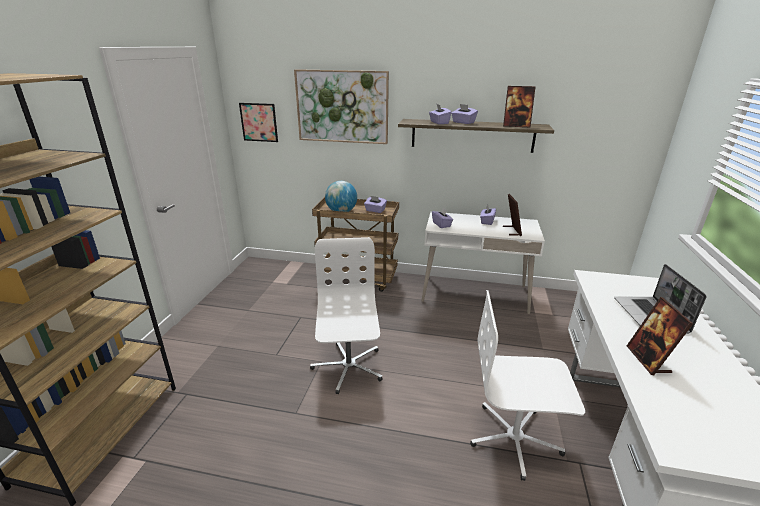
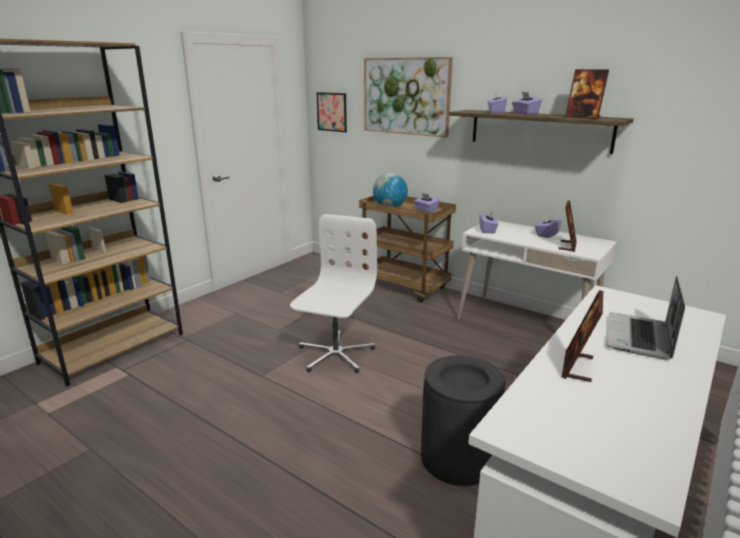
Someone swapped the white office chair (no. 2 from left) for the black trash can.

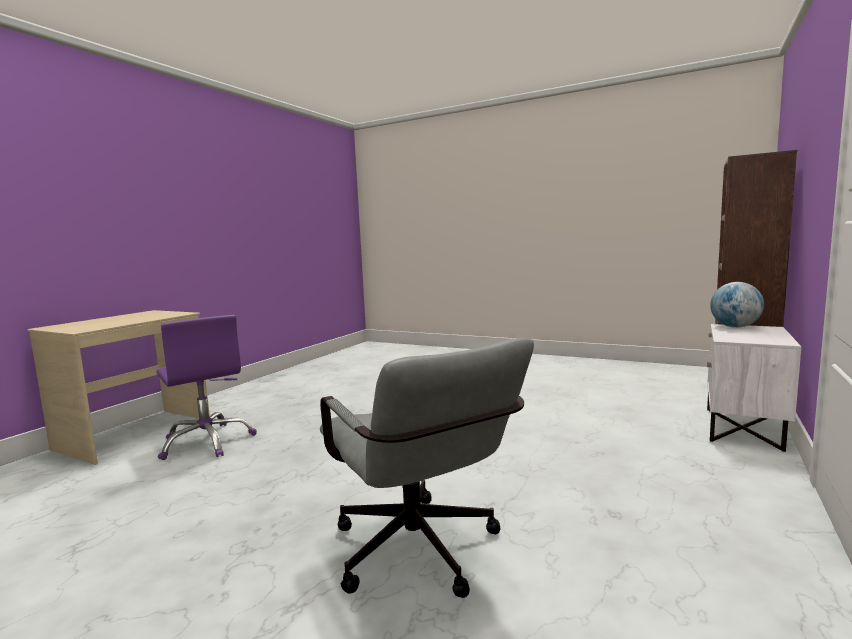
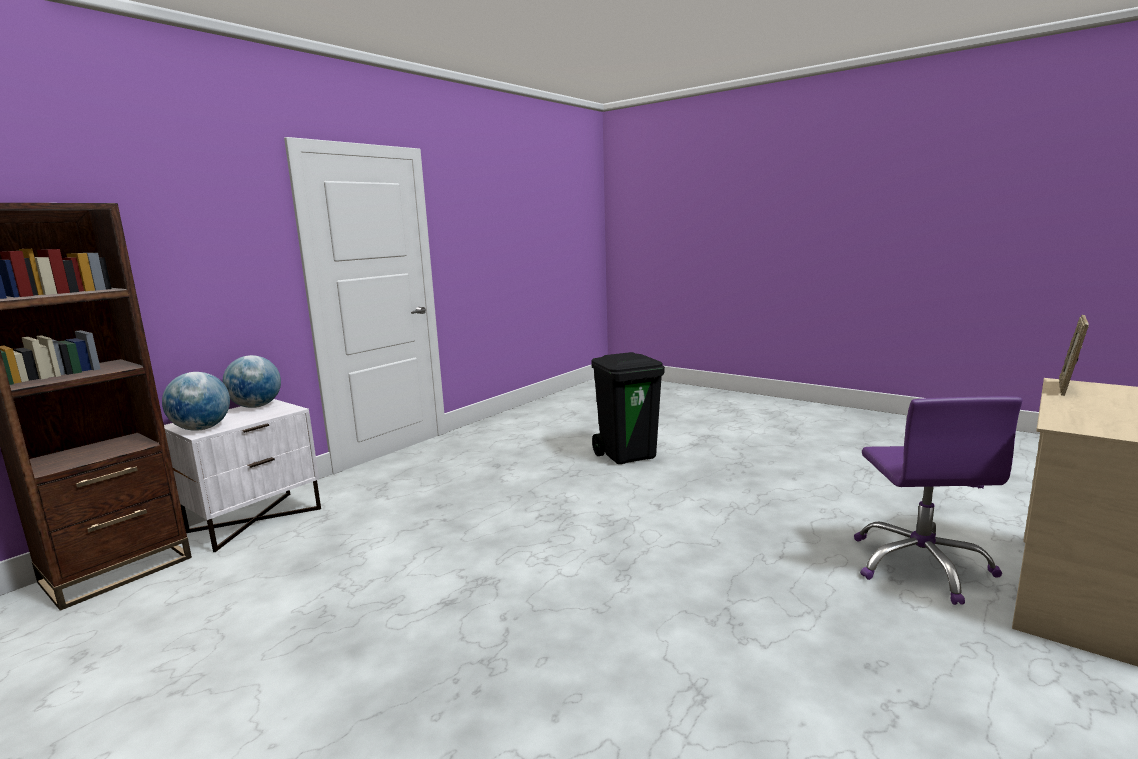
Someone rotated the purple office chair by 150 degrees counterclockwise.
Someone swapped the grey office chair for the black trash can.
Someone put down the globe (no. 2 from left).
Someone put down the picture frame.

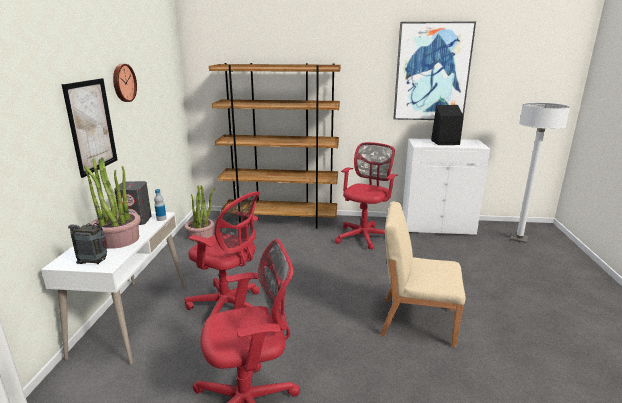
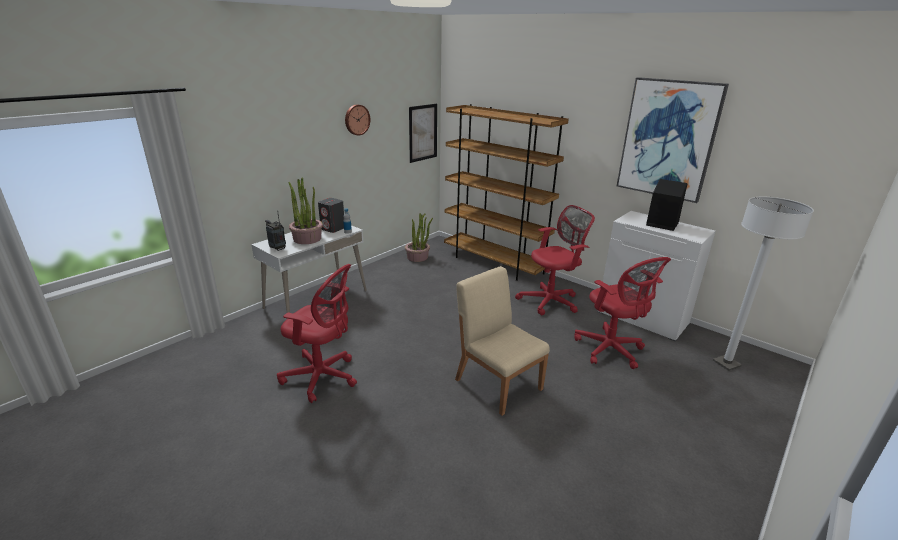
Someone carried the picture (no. 1 from left).
Someone carried the red office chair (no. 1 from left in the first image).

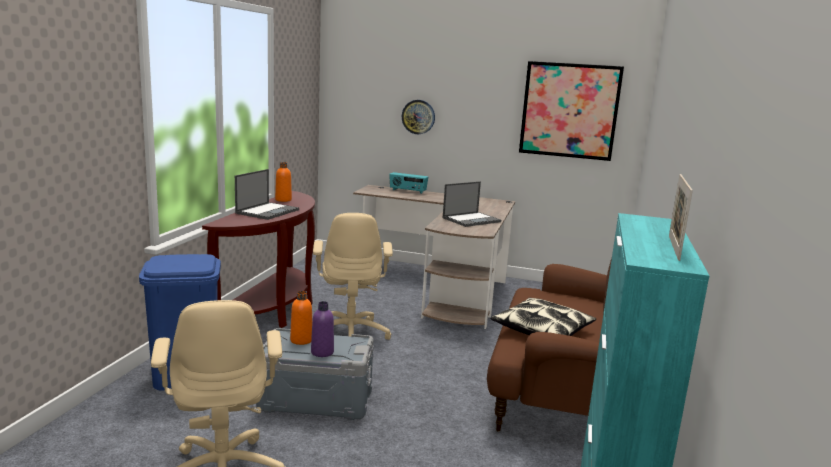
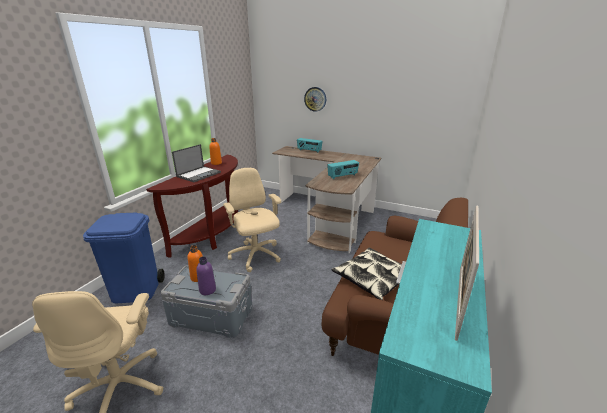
Someone rotated the beige office chair (no. 2 from left) by 150 degrees clockwise.
Someone swapped the laptop (no. 2 from left) for the radio (no. 2 from left).
Someone took away the picture.

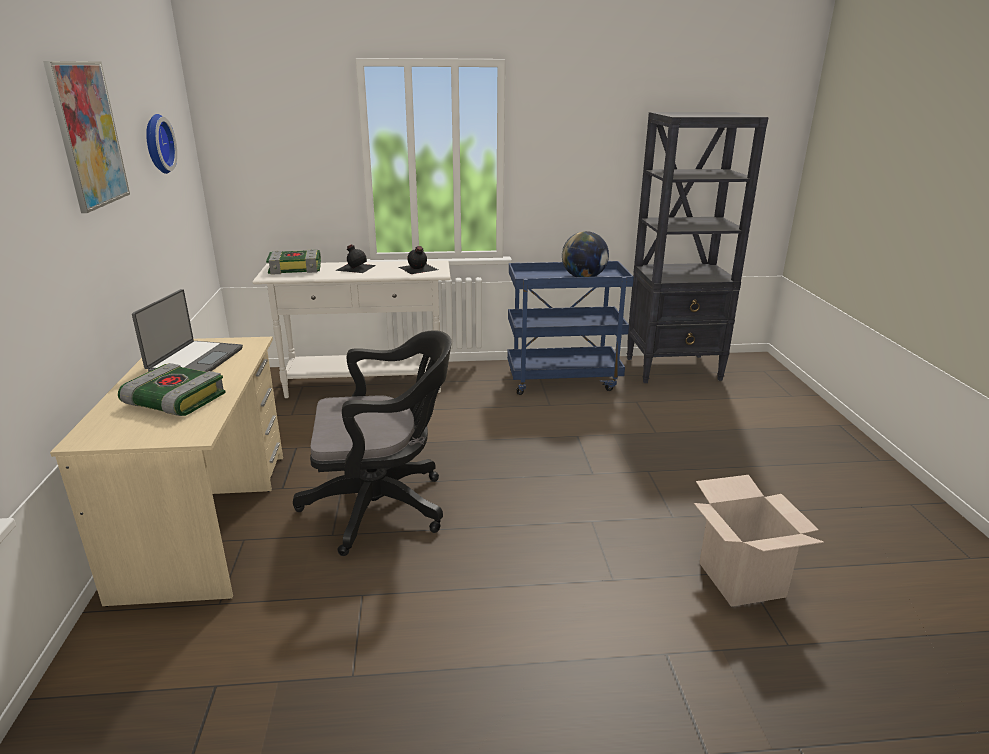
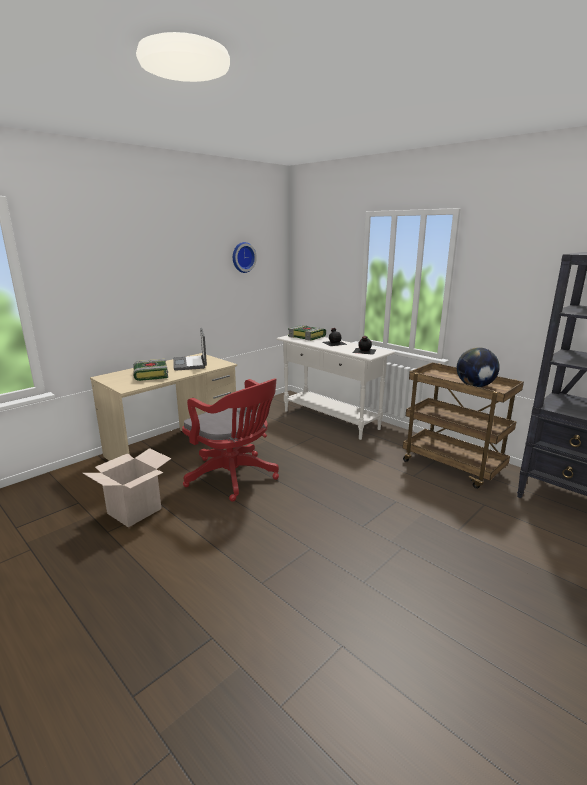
Someone took away the picture.
Someone rotated the laptop by 105 degrees clockwise.
Someone repainted the black office chair, which became the red office chair.
Someone repainted the blue cart, which became the brown cart.
Someone carried the cardboard box.

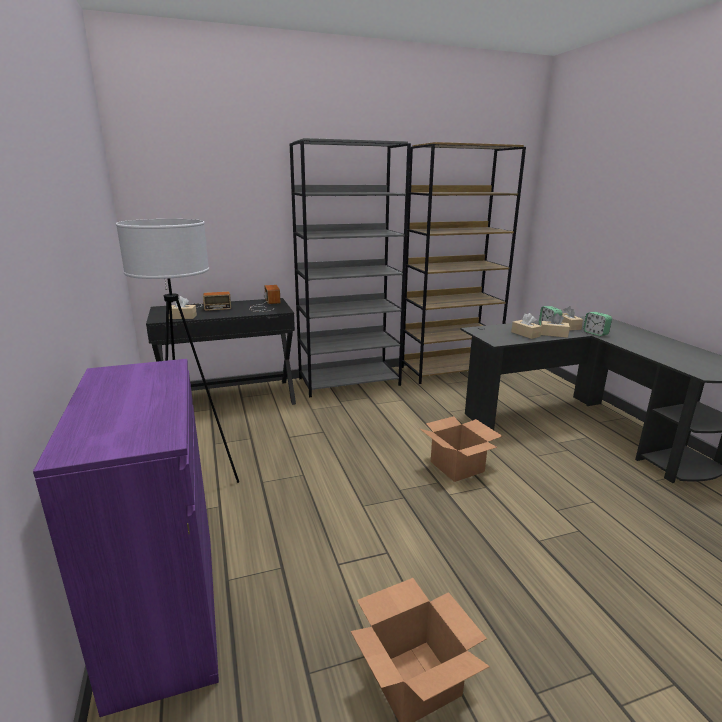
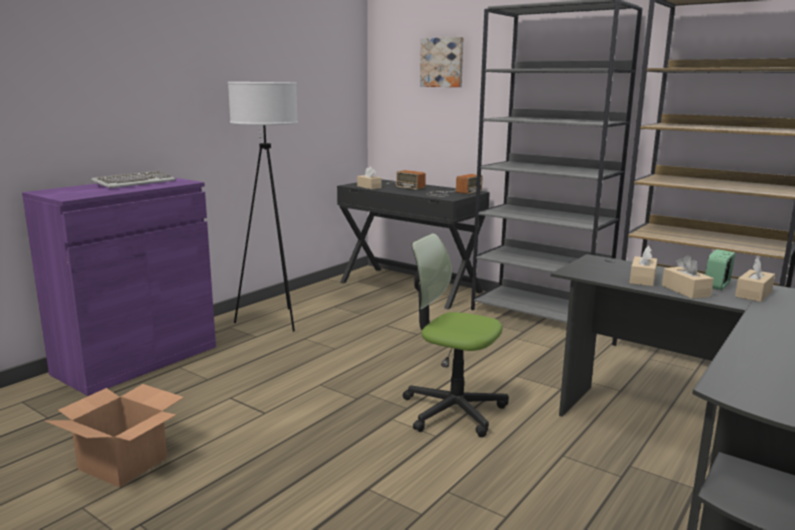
Someone swapped the cardboard box (no. 2 from left) for the office chair.
Someone took away the alarm clock (no. 2 from left).
Someone put down the keyboard.
Someone put up the picture.

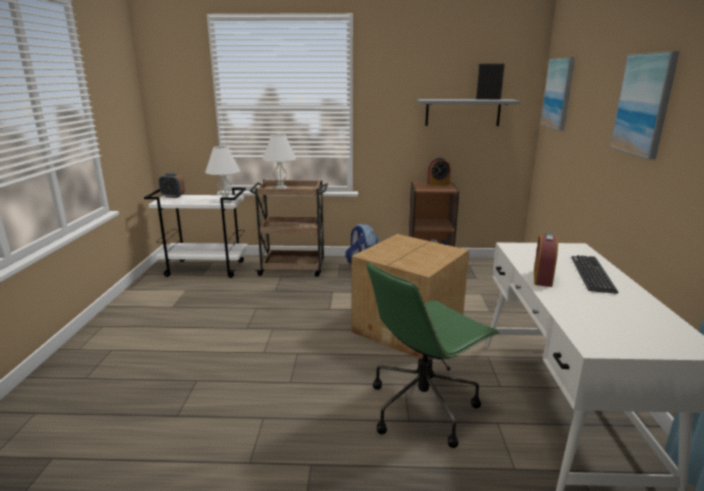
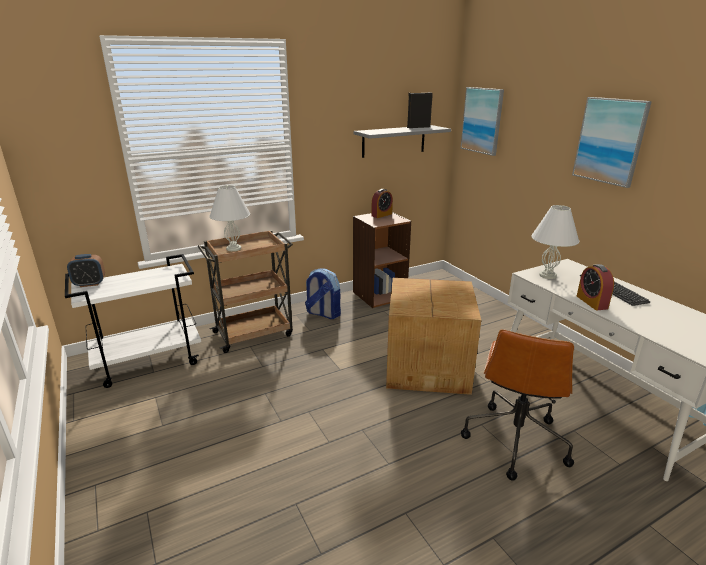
Someone carried the white table lamp (no. 1 from left in the first image).
Someone repainted the green office chair, which became the brown office chair.

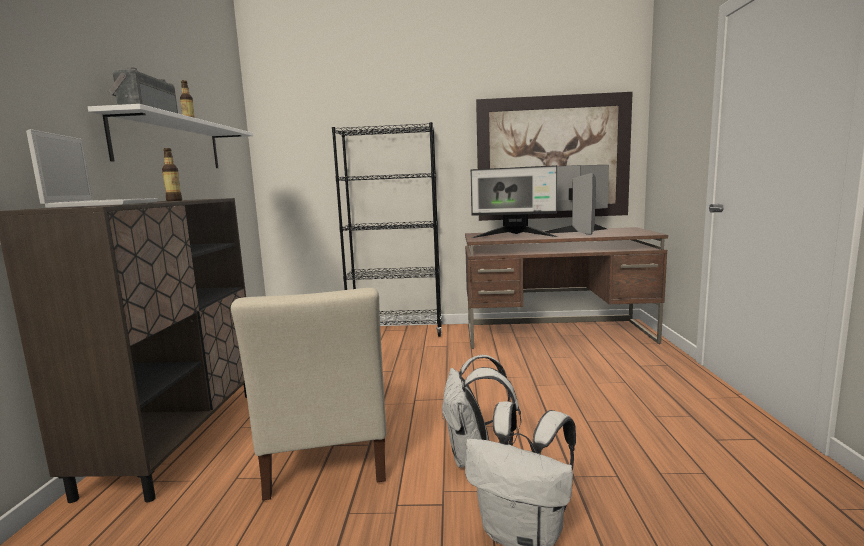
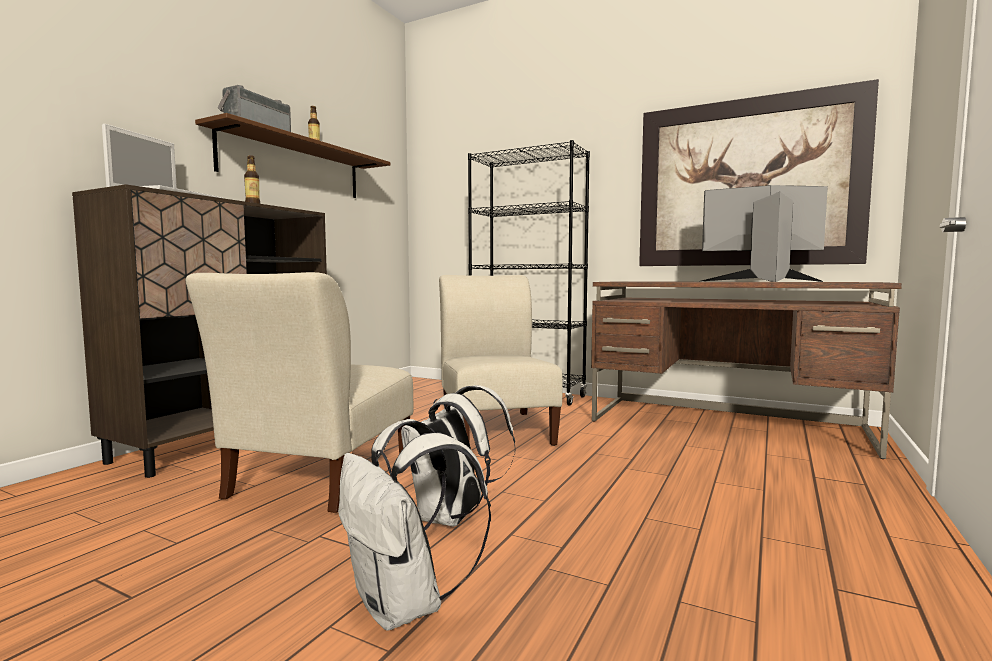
Someone repainted the white shelf, which became the brown shelf.
Someone took away the monitor (no. 1 from left).
Someone put down the beige chair (no. 2 from left).

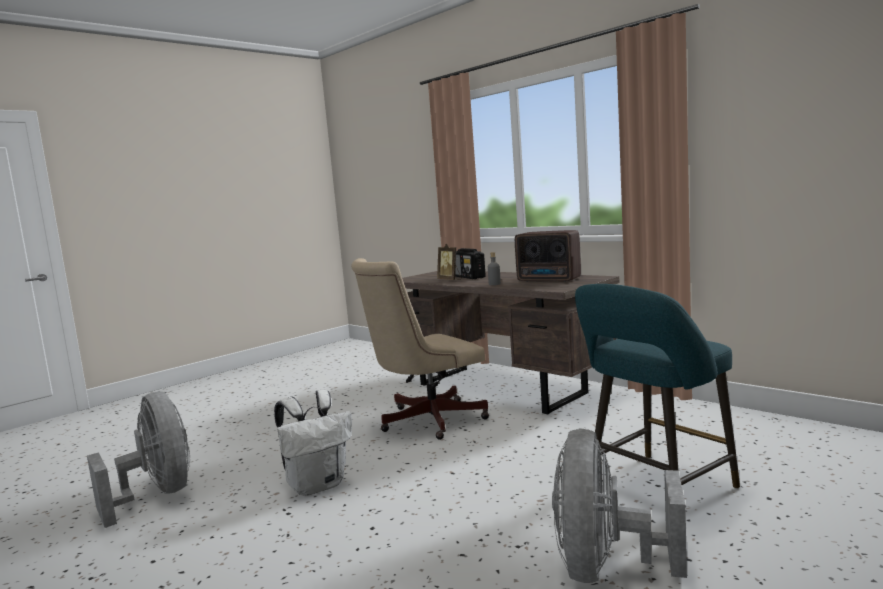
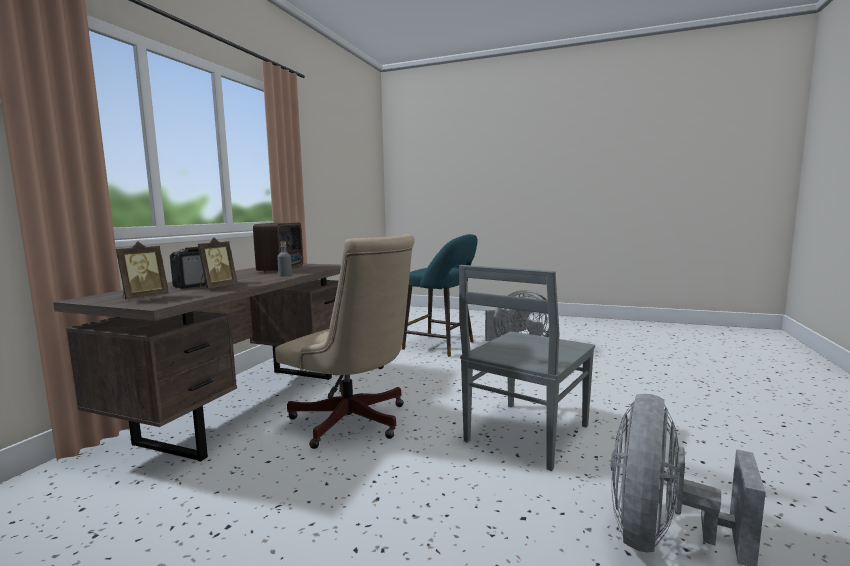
Someone swapped the white backpack for the grey chair.
Someone put down the picture frame (no. 1 from left).

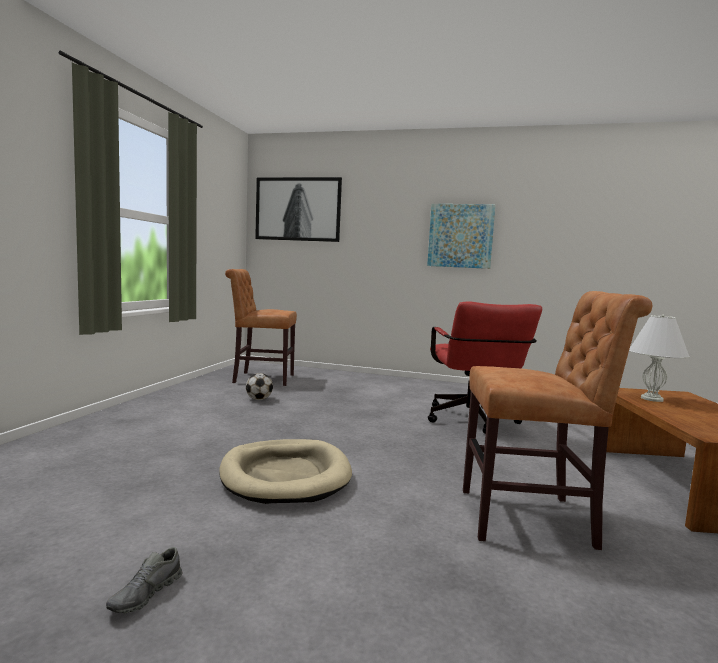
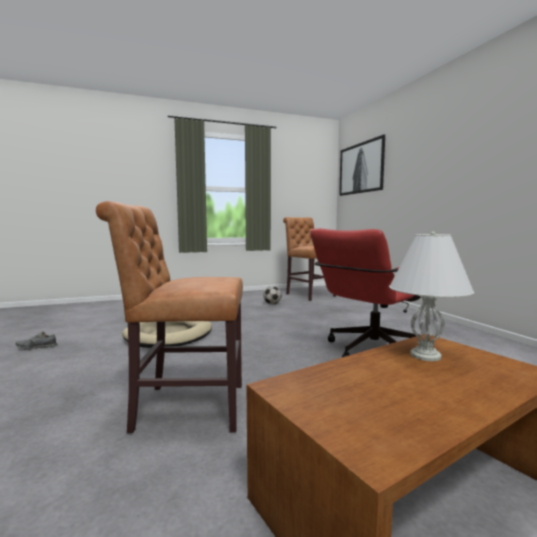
Someone took away the picture (no. 2 from left).
Someone rotated the brown chair (no. 2 from left in the first image) by 120 degrees clockwise.

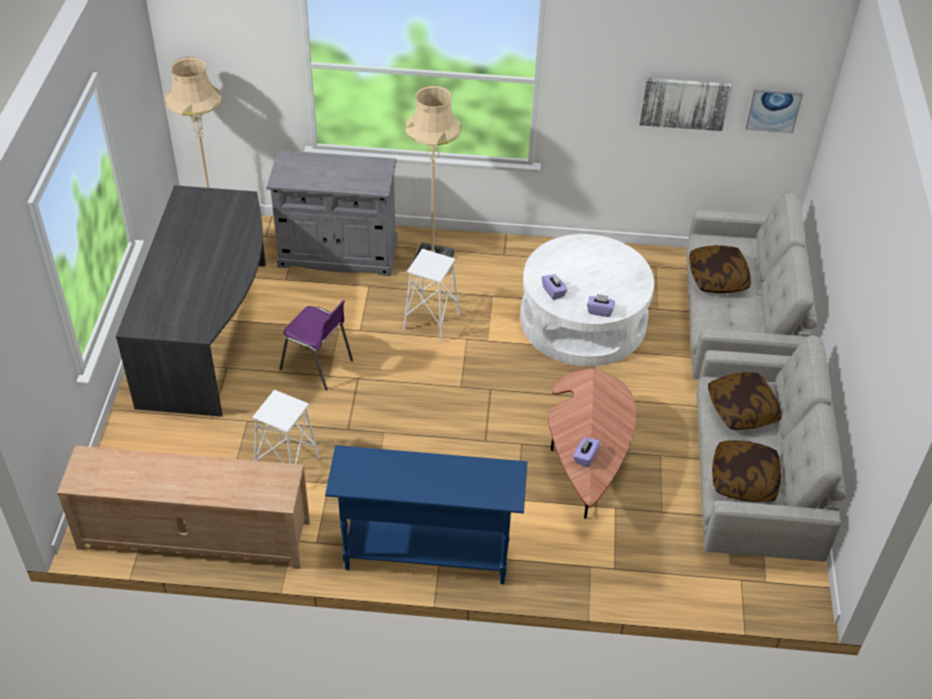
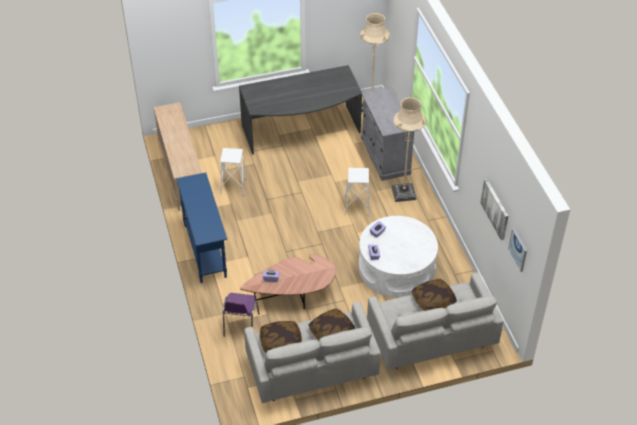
Someone carried the purple chair.

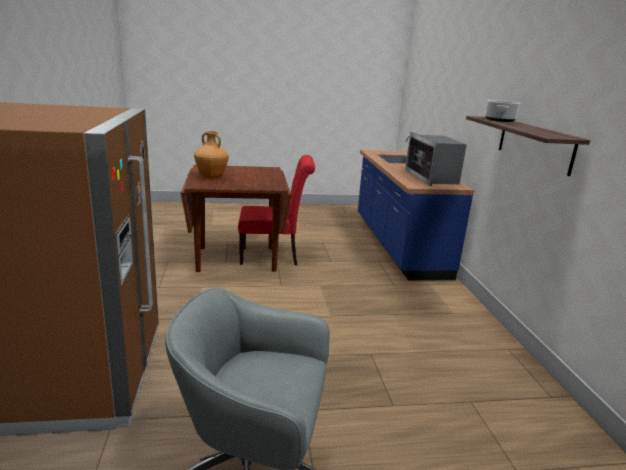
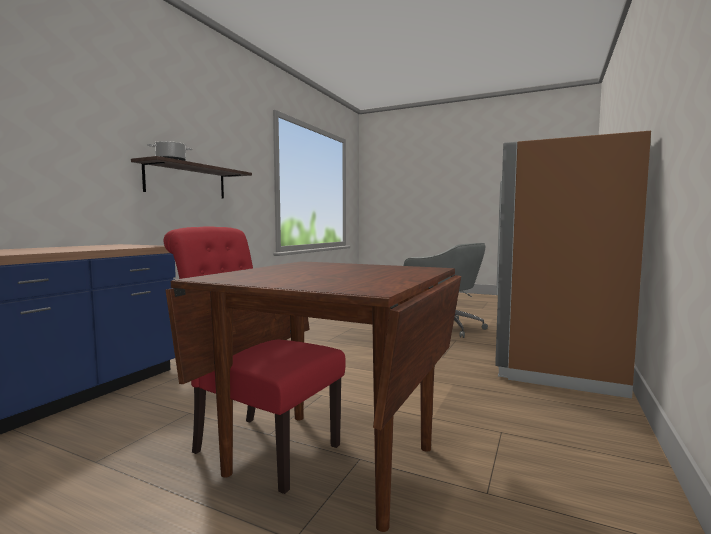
Someone took away the brown vase.
Someone took away the microwave.

